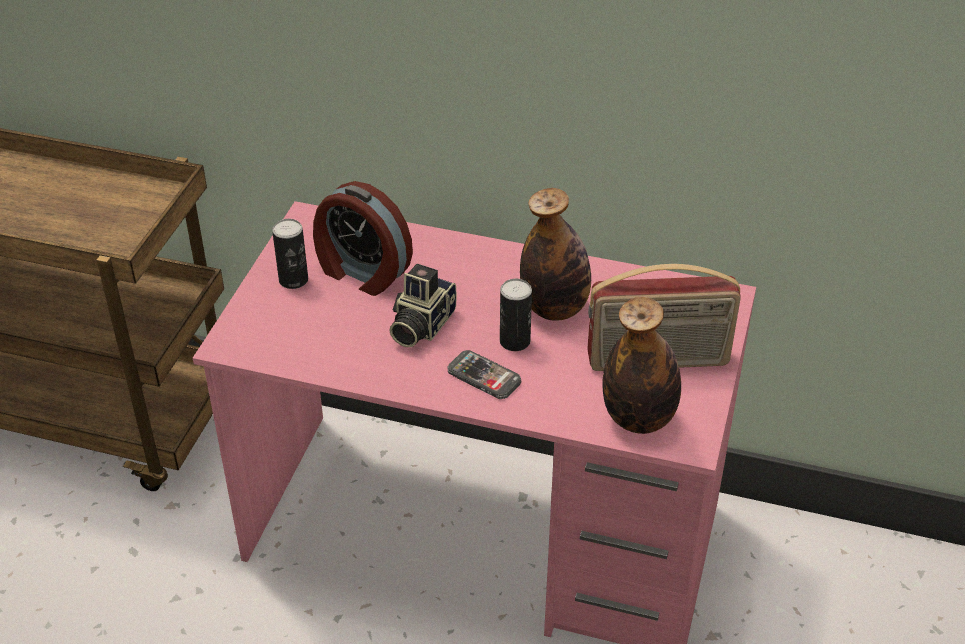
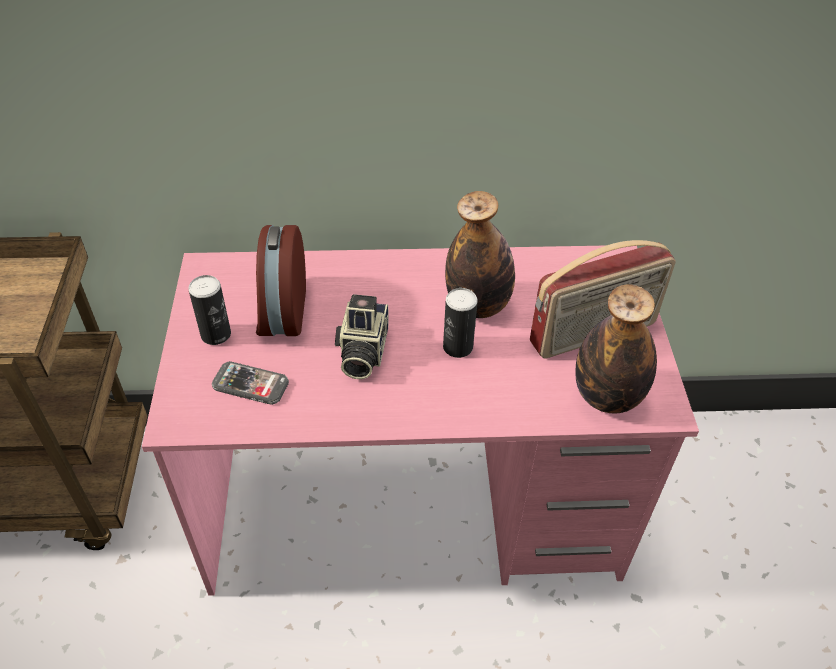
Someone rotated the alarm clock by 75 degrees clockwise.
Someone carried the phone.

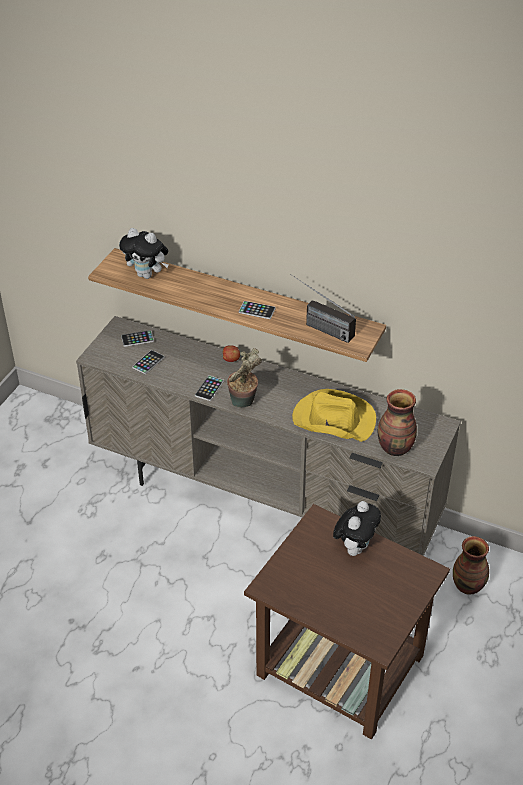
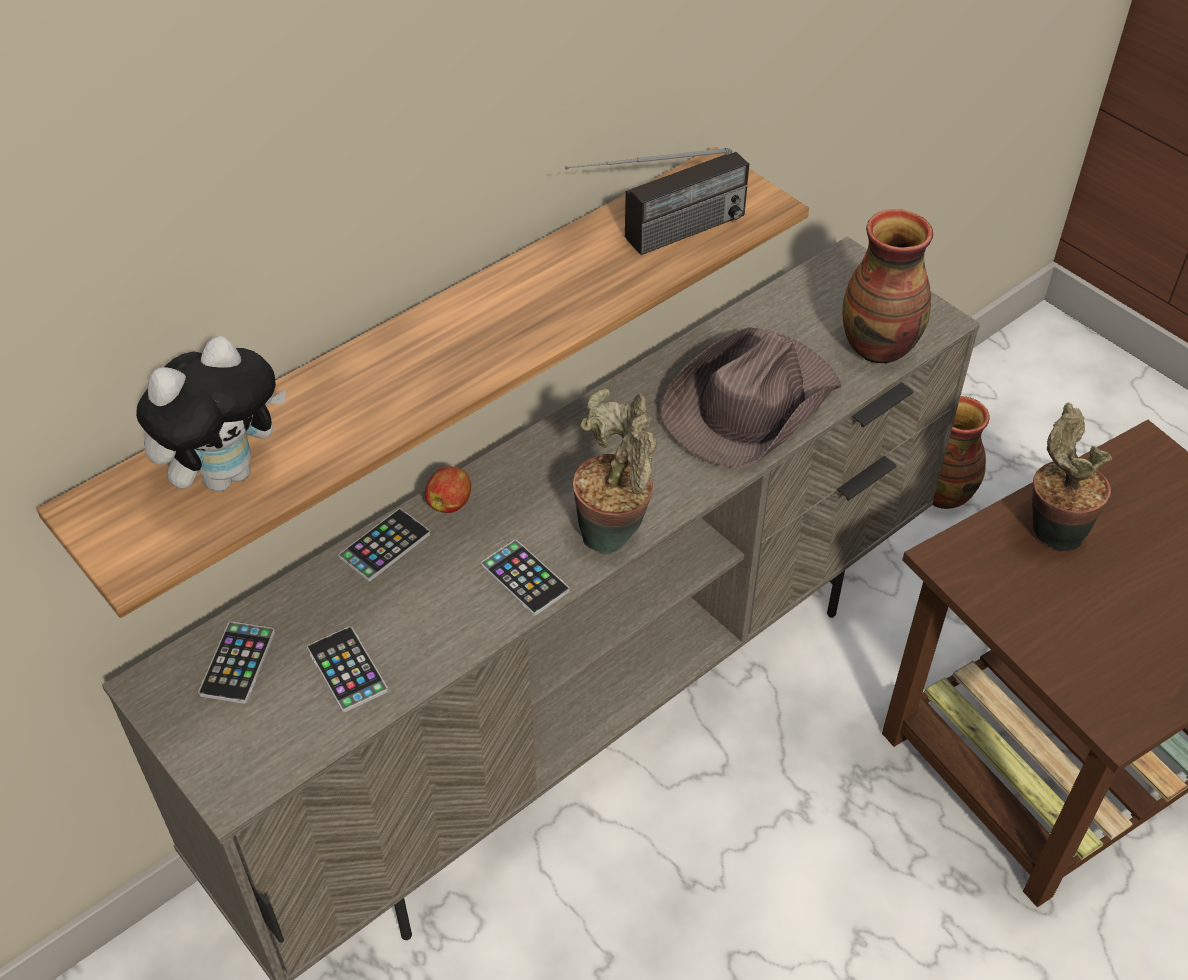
Someone carried the phone (no. 4 from left in the first image).
Someone repainted the yellow hat, which became the brown hat.
Someone swapped the plush toy (no. 2 from left) for the potted plant (no. 2 from left).

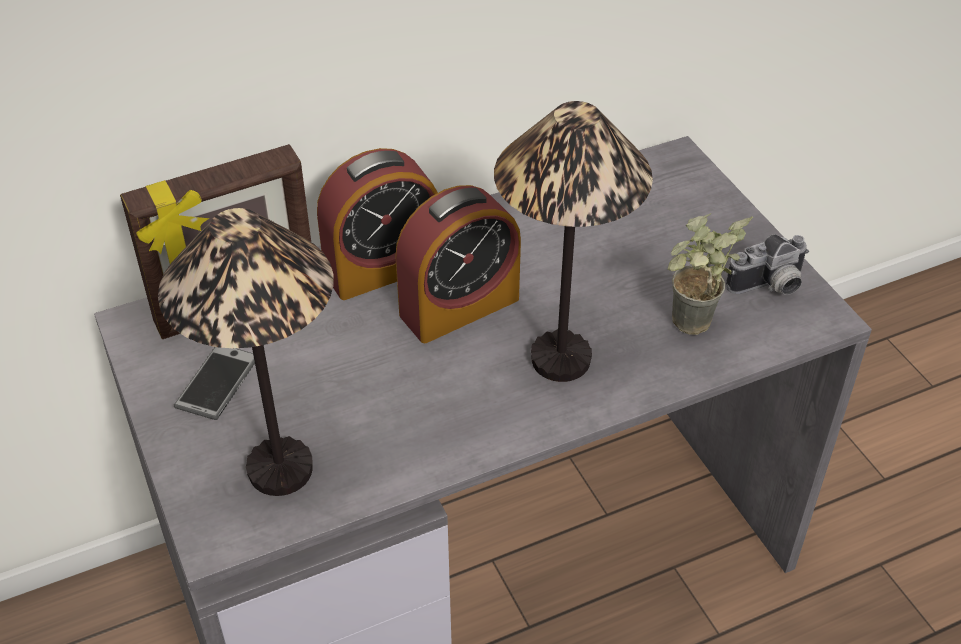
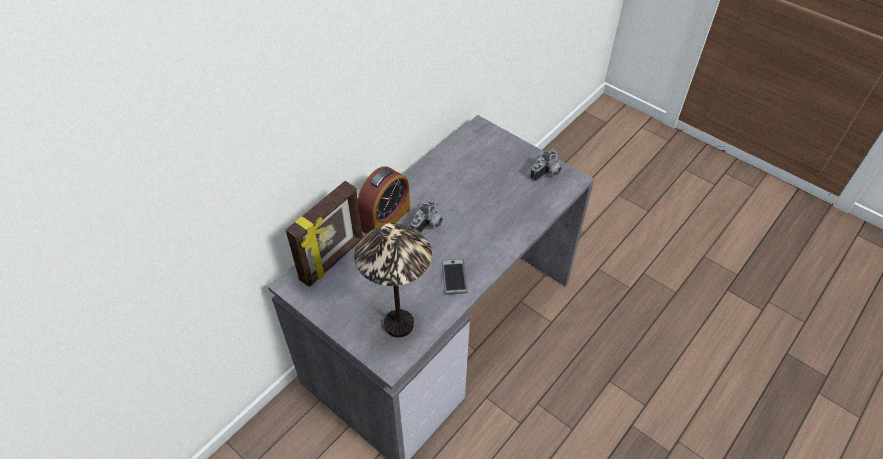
Someone carried the phone.
Someone swapped the alarm clock (no. 2 from left) for the photo camera (no. 1 from left).
Someone took away the table lamp (no. 2 from left).
Someone took away the potted plant.

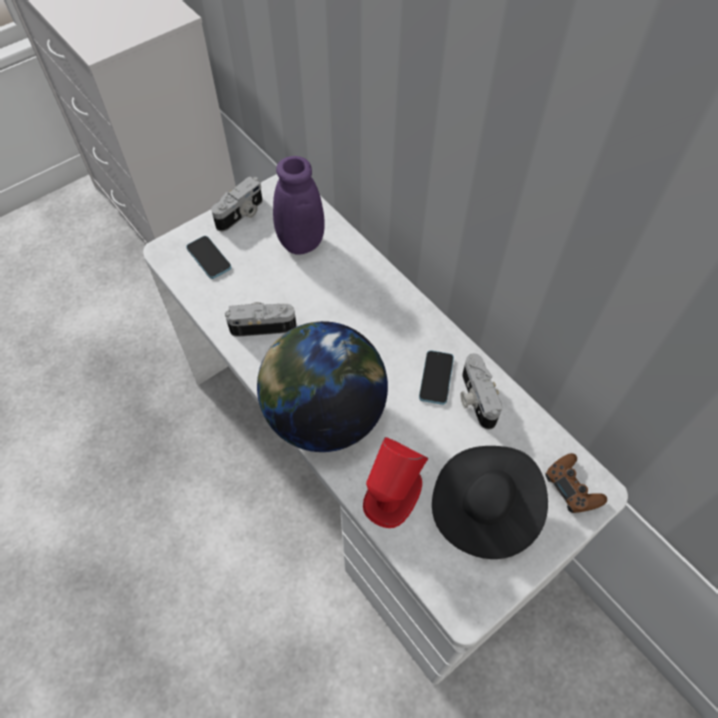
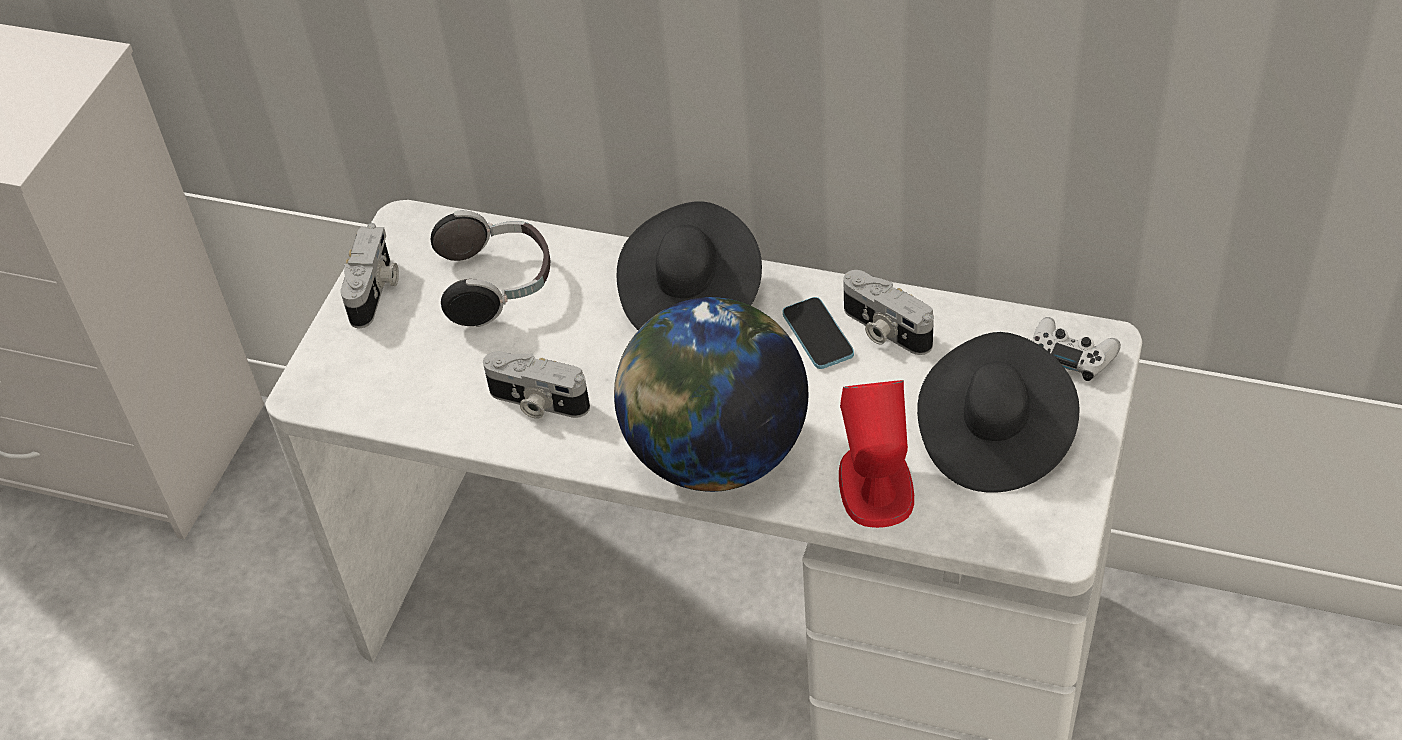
Someone took away the phone (no. 1 from left).
Someone rotated the photo camera (no. 2 from left) by 120 degrees counterclockwise.
Someone swapped the purple vase for the headphones.
Someone repainted the brown game controller, which became the white game controller.
Someone put down the black hat (no. 1 from left).

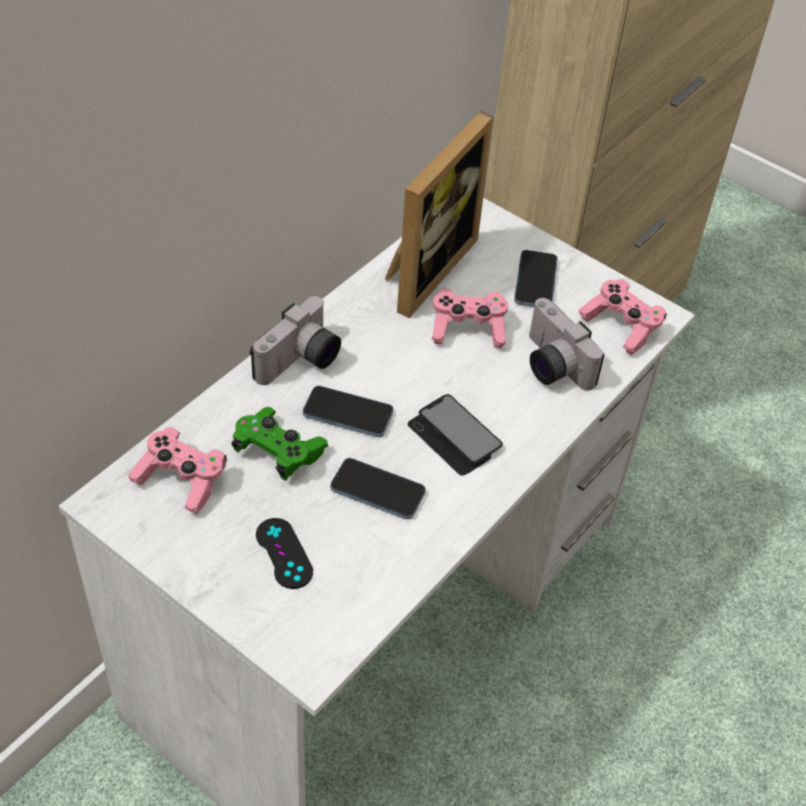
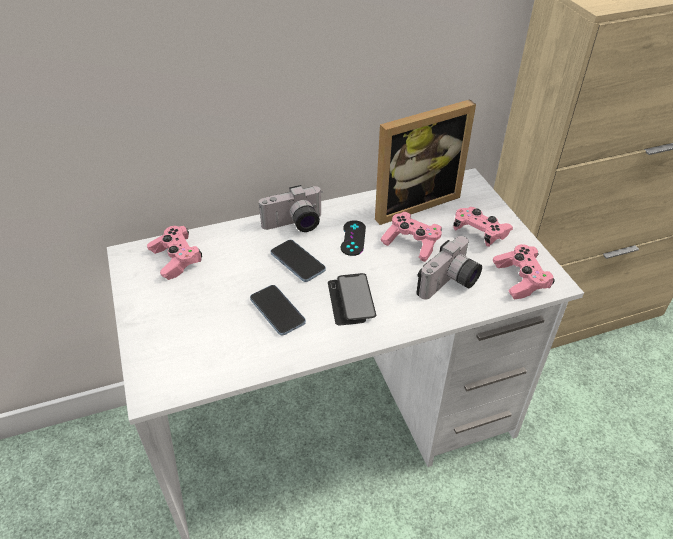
Someone took away the green game controller.
Someone carried the black game controller.
Someone swapped the phone (no. 4 from left) for the pink game controller (no. 3 from left).
Someone rotated the photo camera (no. 2 from left) by 135 degrees counterclockwise.

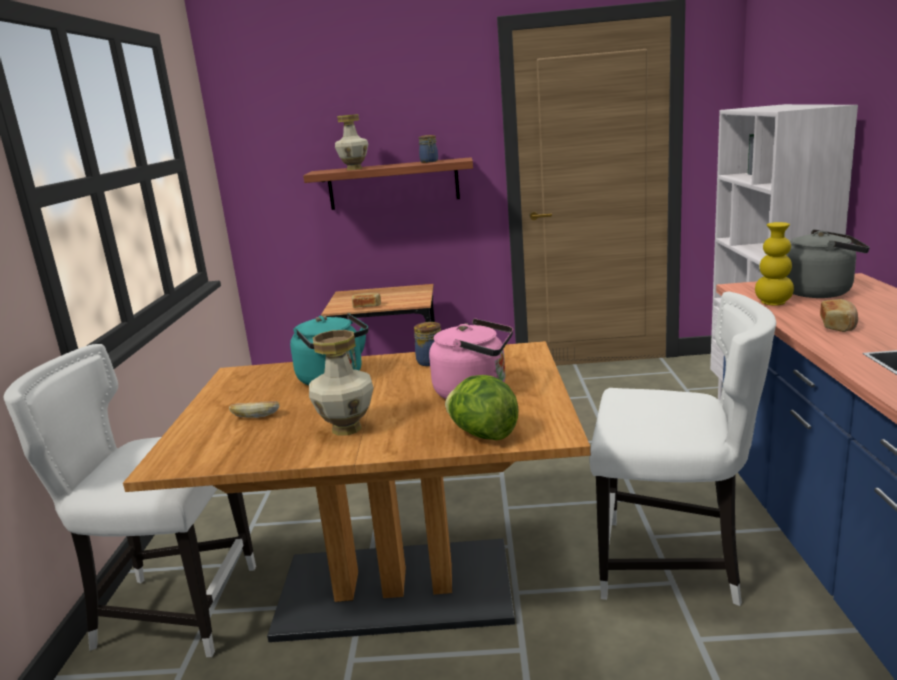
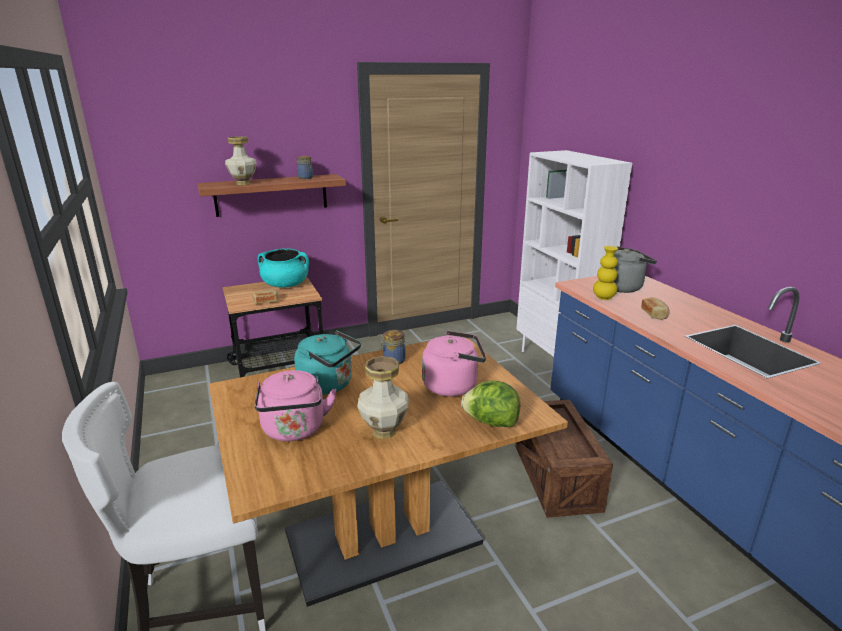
Someone swapped the bread (no. 1 from left) for the pink kettle (no. 1 from left).
Someone swapped the white chair (no. 2 from left) for the crate.
Someone put down the turquoise cooking pot.

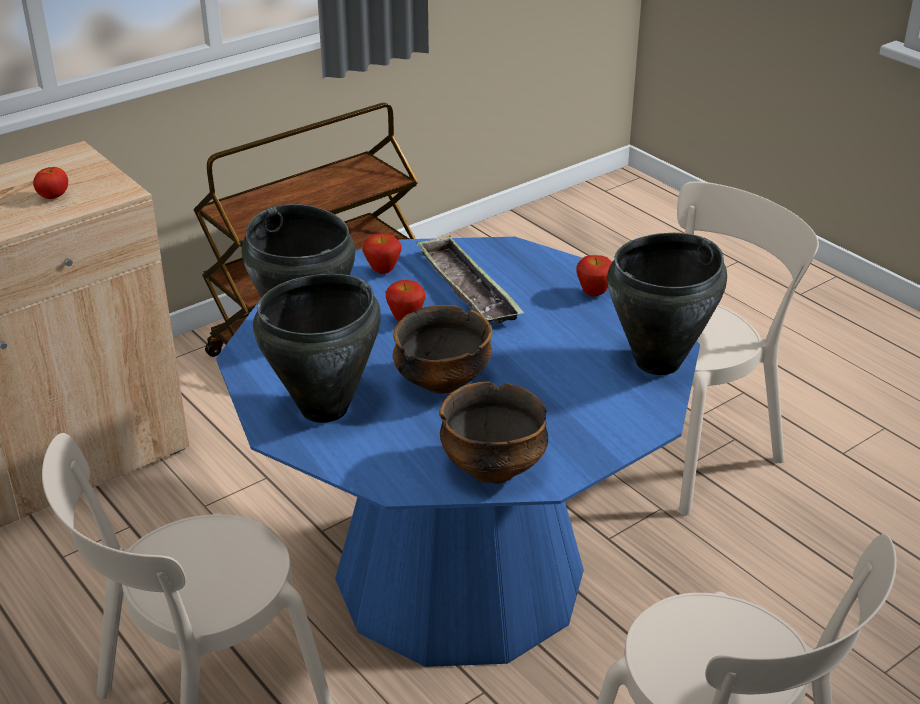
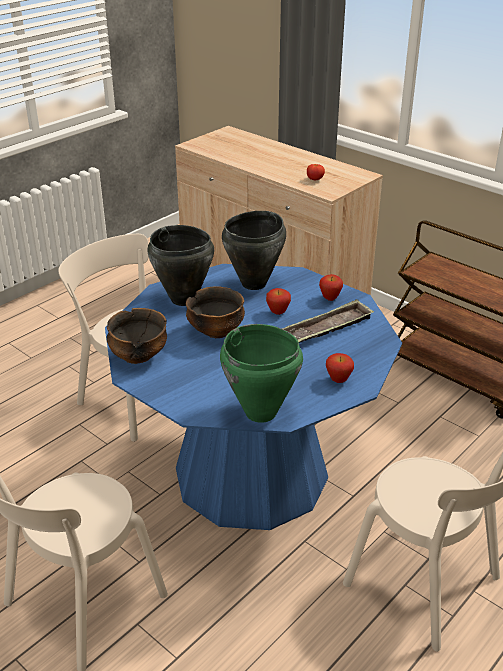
Someone repainted the black cooking pot (no. 3 from left), which became the green cooking pot.

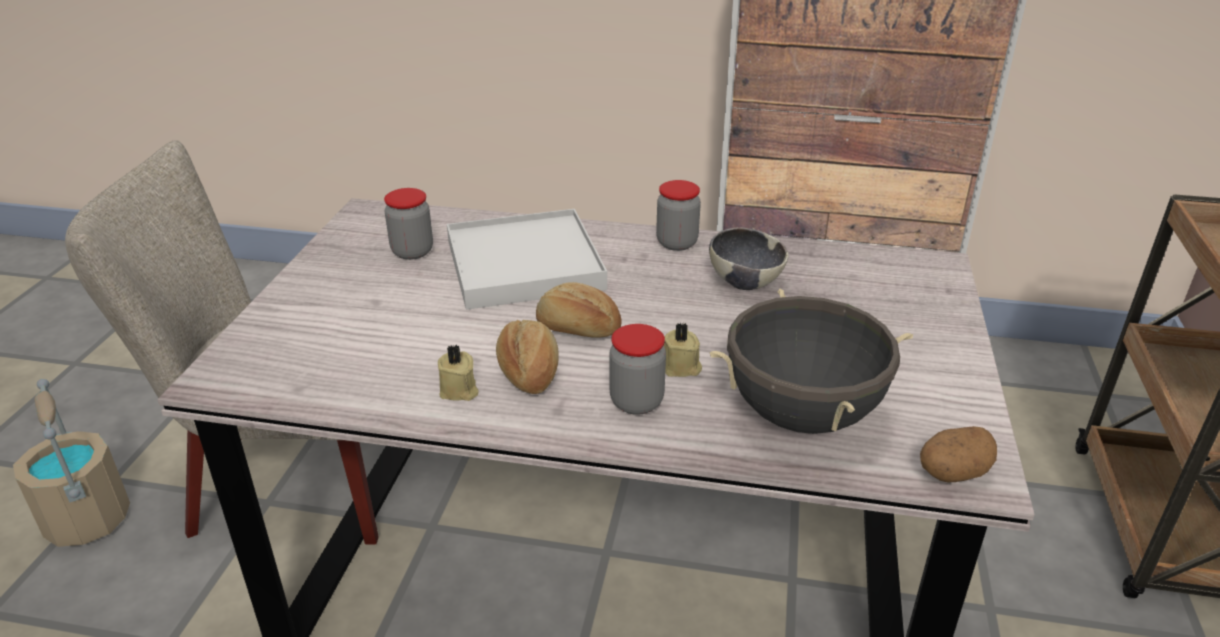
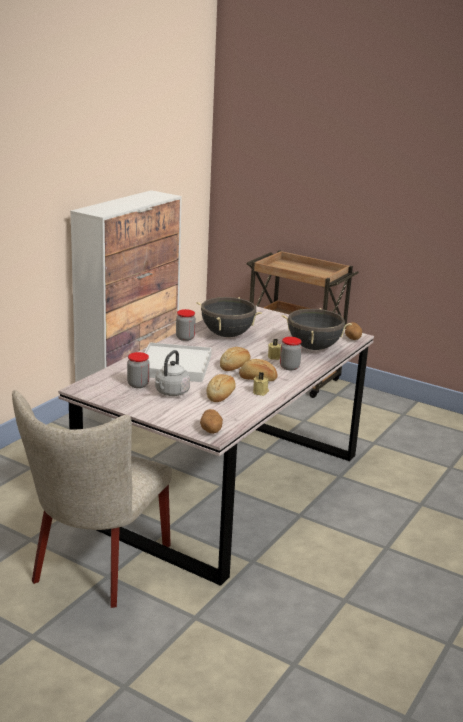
Someone took away the beige bucket.
Someone swapped the bowl for the black cooking pot (no. 1 from left).
Someone put down the grey kettle.
Someone put down the potato (no. 1 from left).
Someone put down the bread (no. 1 from left).

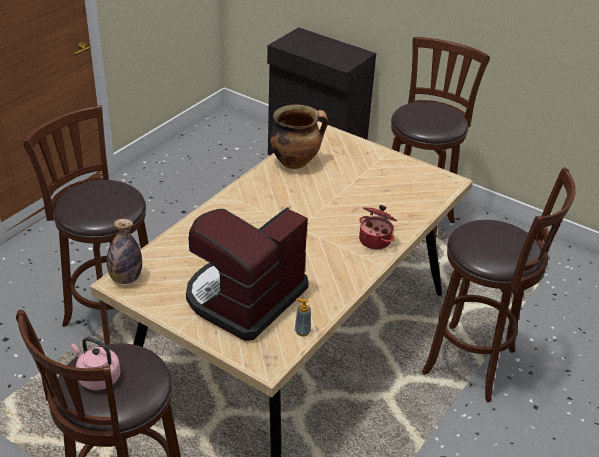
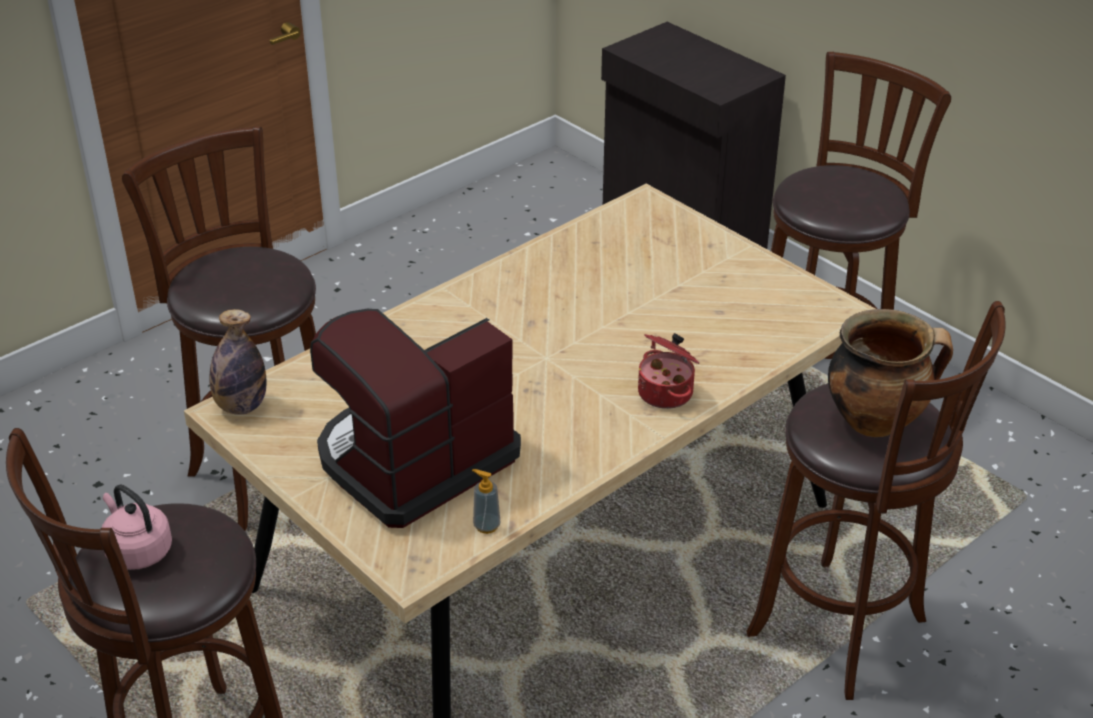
Someone carried the cooking pot (no. 1 from left in the first image).

